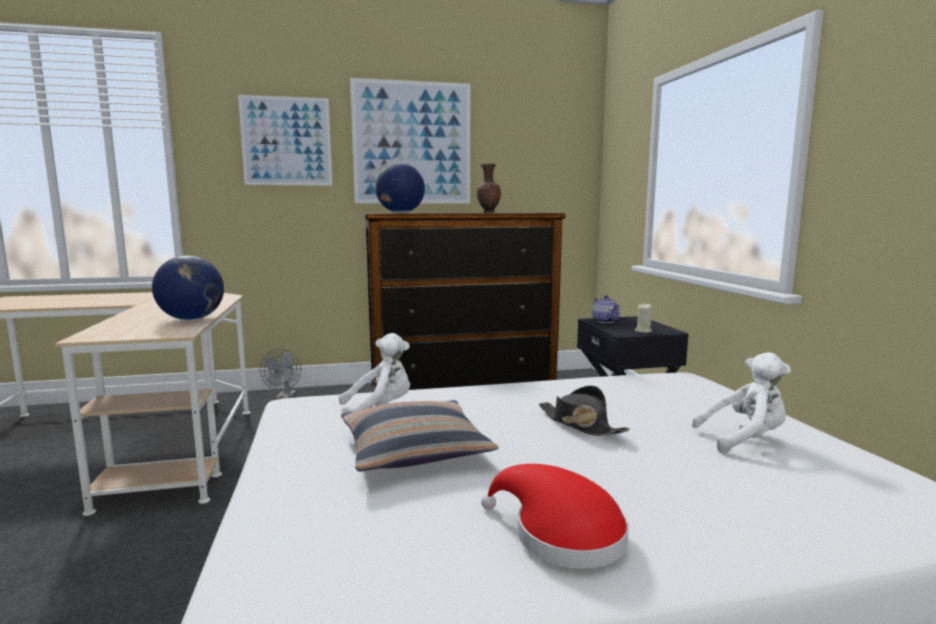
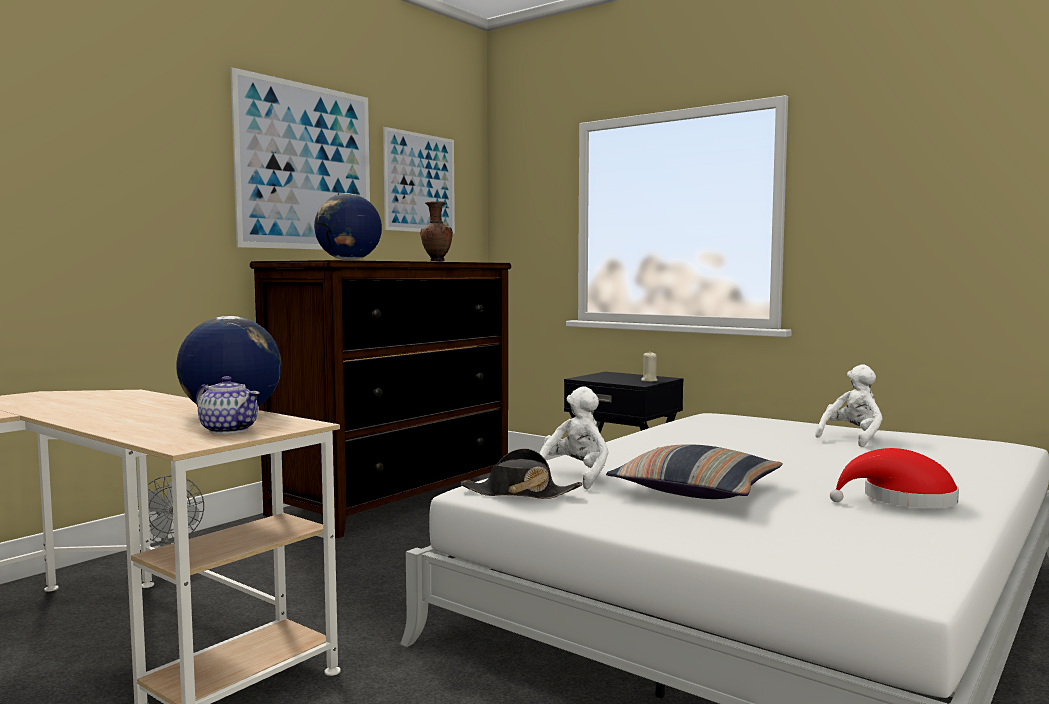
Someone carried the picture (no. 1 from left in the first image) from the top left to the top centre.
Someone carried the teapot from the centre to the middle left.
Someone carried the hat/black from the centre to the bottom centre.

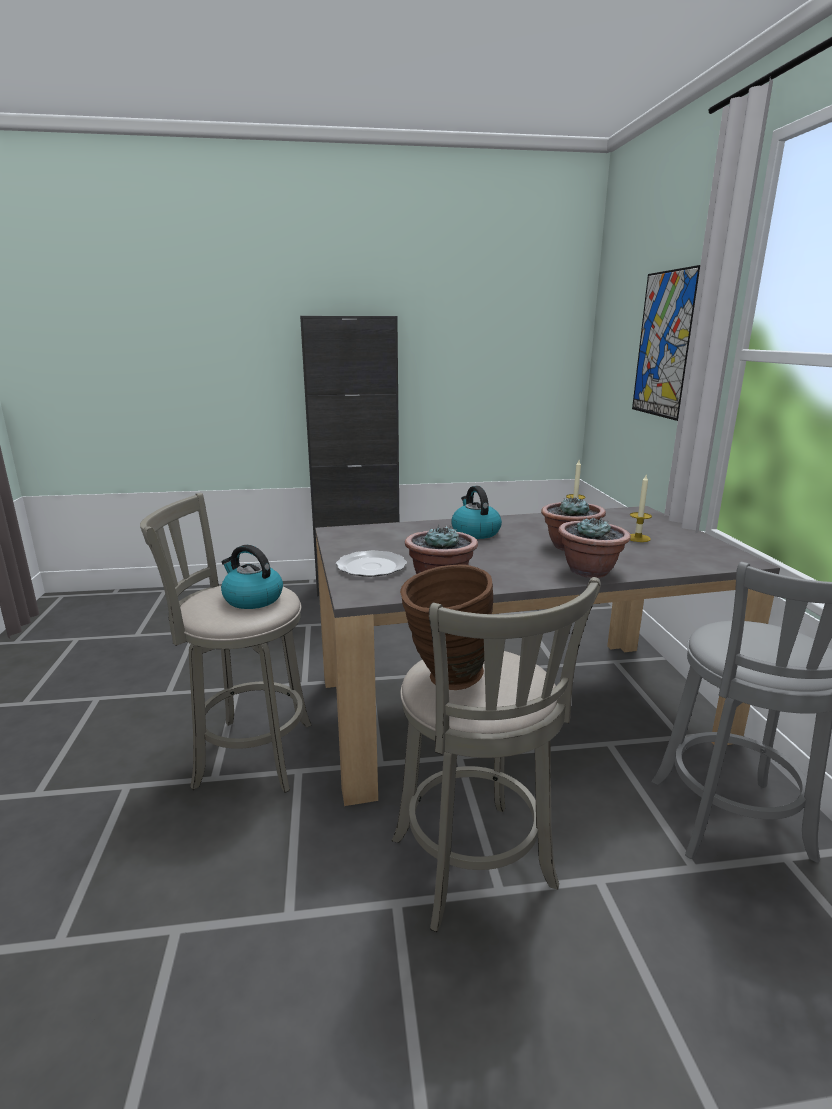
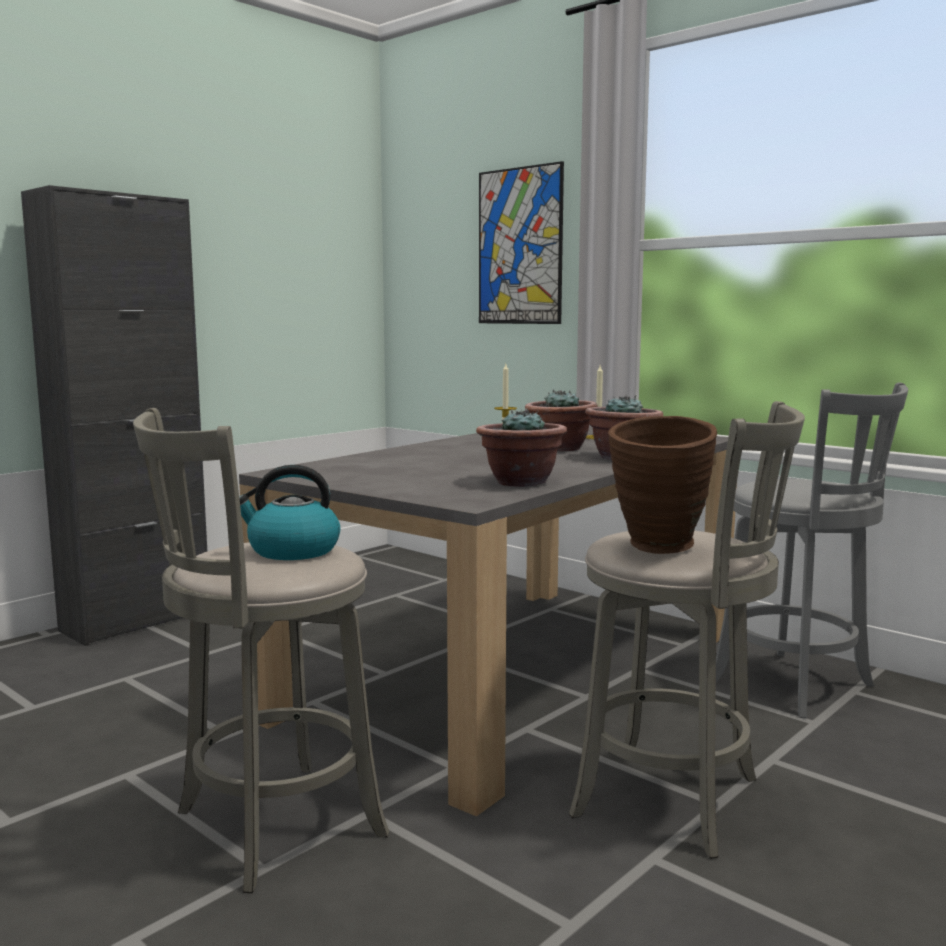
Someone took away the kettle (no. 2 from left) at the centre.
Someone took away the plate at the centre.

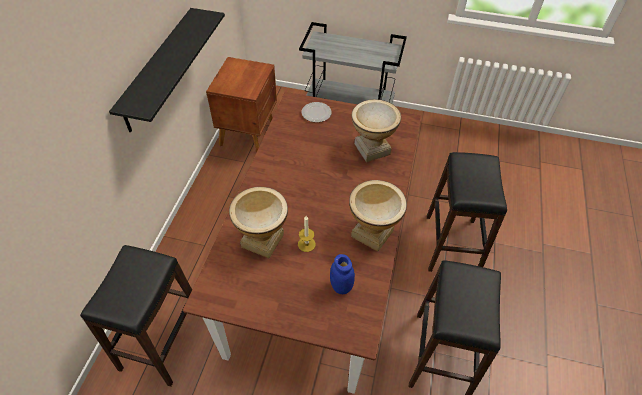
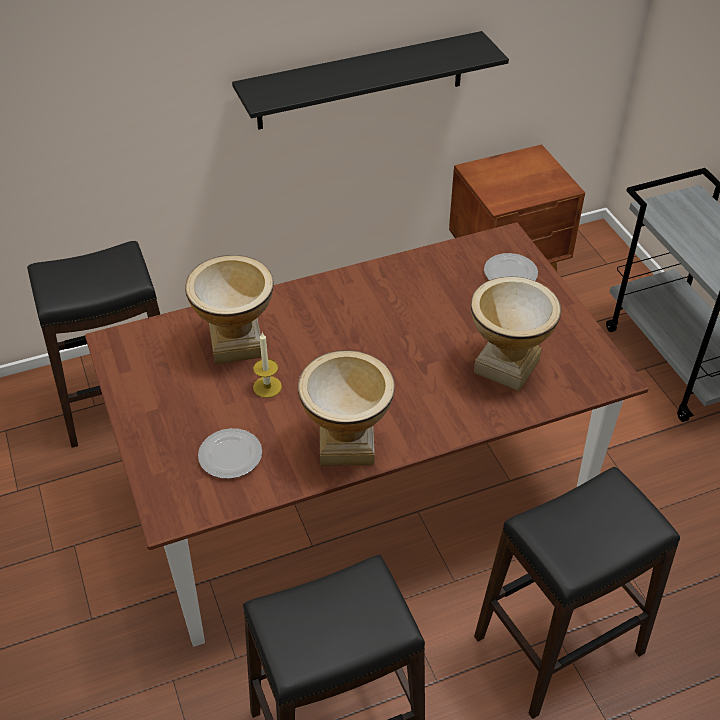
Someone swapped the jar/blue at the bottom centre for the plate (no. 1 from left) at the middle left.

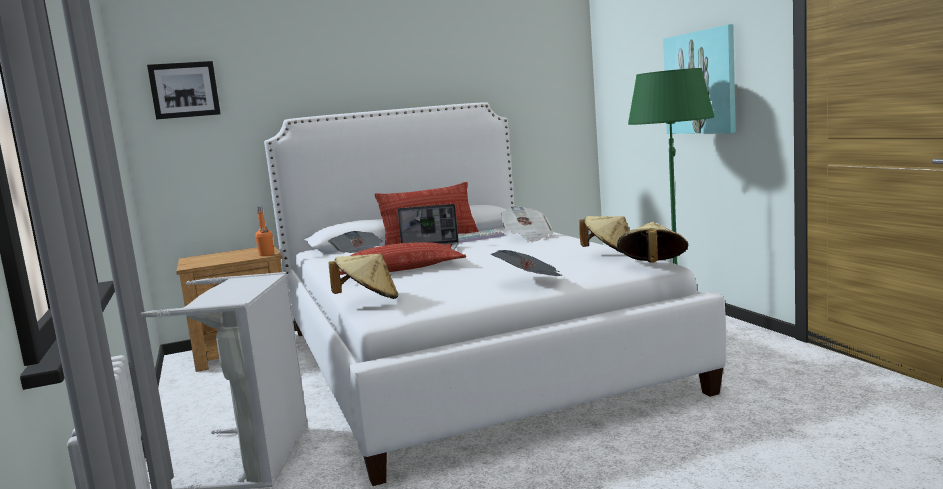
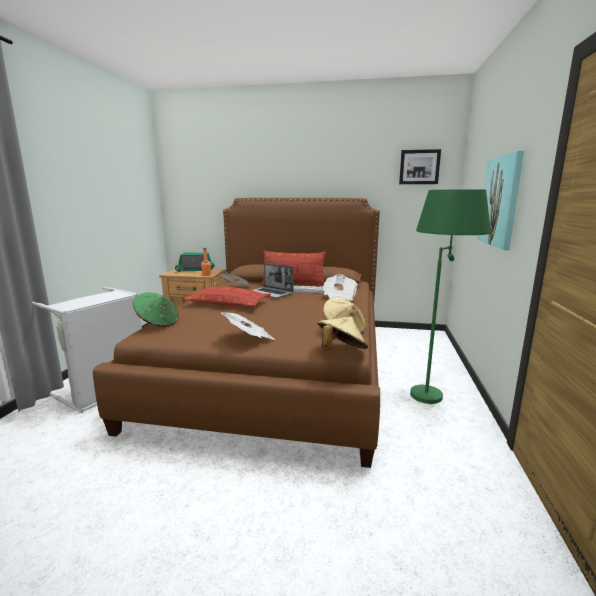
Someone carried the picture (no. 1 from left) from the top left to the top right.
Someone repainted the bed/white at the centre, which became the bed/brown at the centre.
Someone repainted the hat/beige (no. 1 from left) at the centre, which became the hat/green at the middle left.
Someone put down the radio at the middle left.

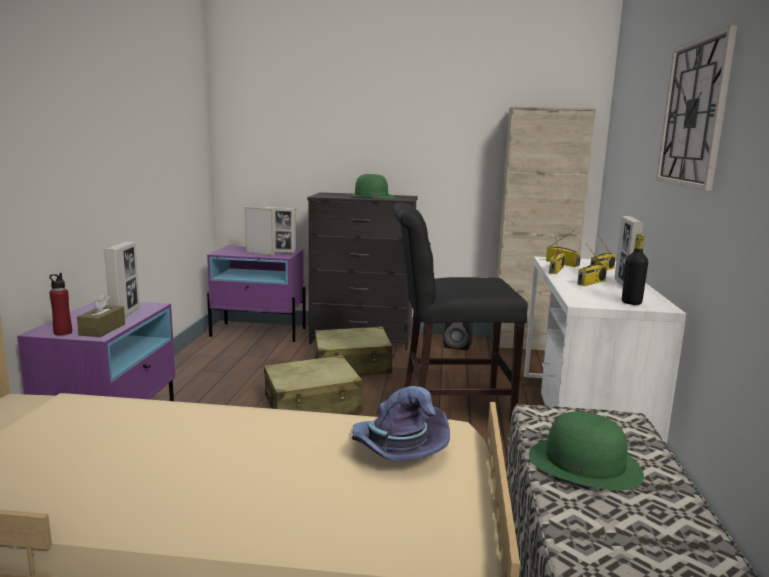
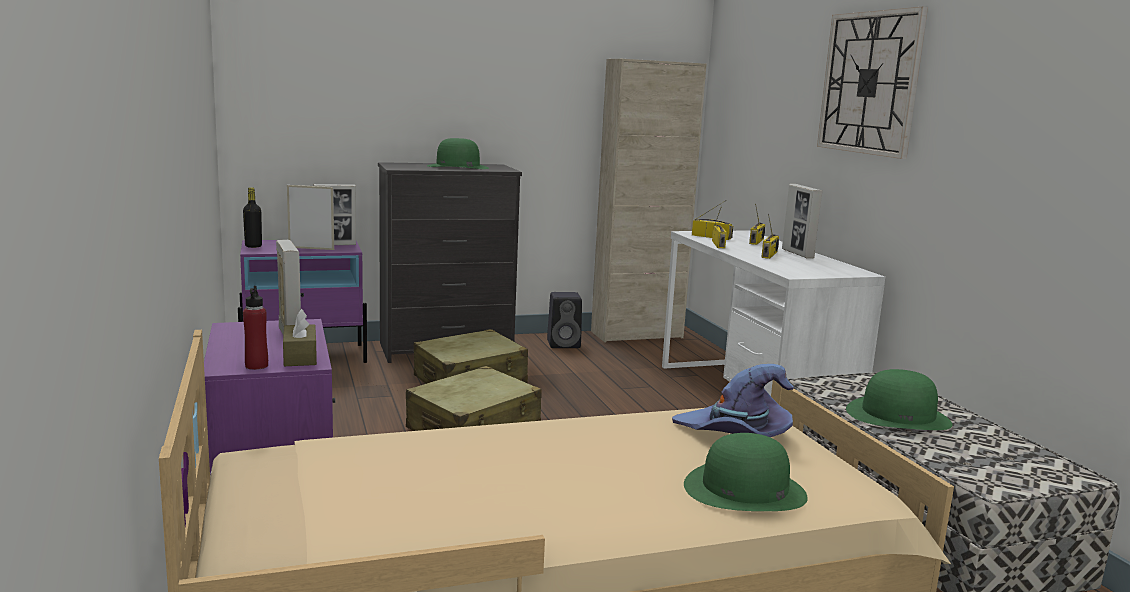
Someone took away the chair/black at the centre.
Someone carried the bottle/black from the middle right to the middle left.
Someone put down the hat/green (no. 2 from left) at the bottom centre.

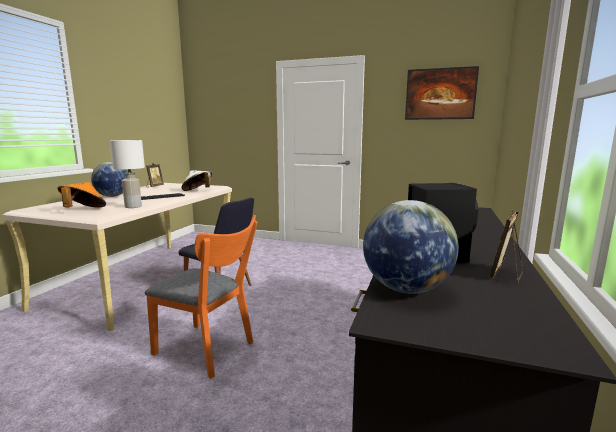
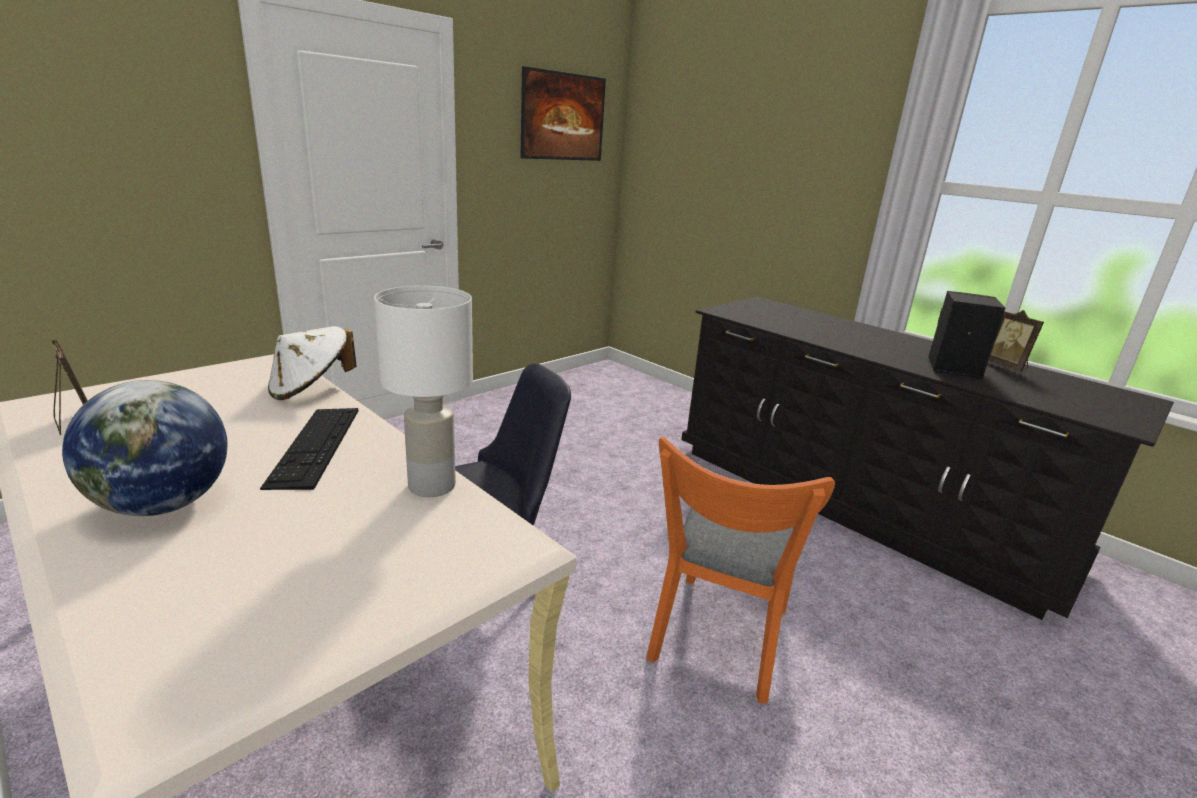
Someone took away the hat/orange at the middle left.
Someone took away the globe (no. 2 from left) at the middle right.
Someone rotated the chair/orange at the bottom left by 150 degrees clockwise.

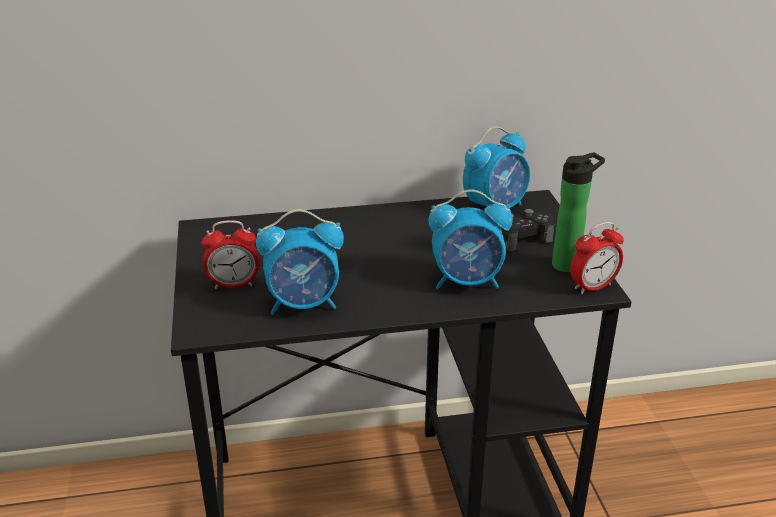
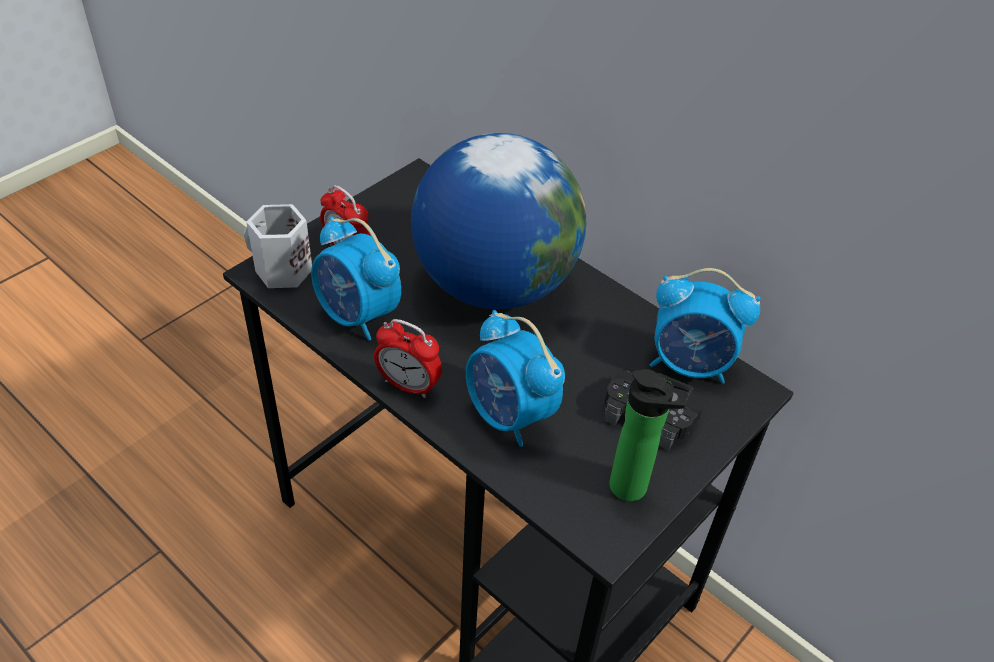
Someone carried the alarm clock (no. 5 from left in the first image) from the middle right to the centre.
Someone put down the globe at the centre.
Someone put down the mug/white at the middle left.

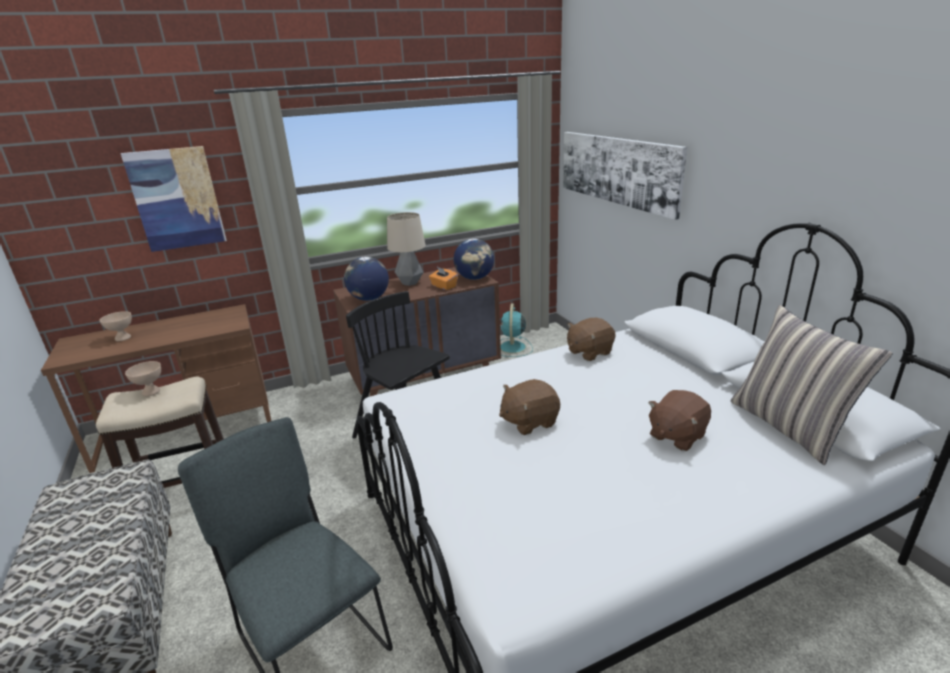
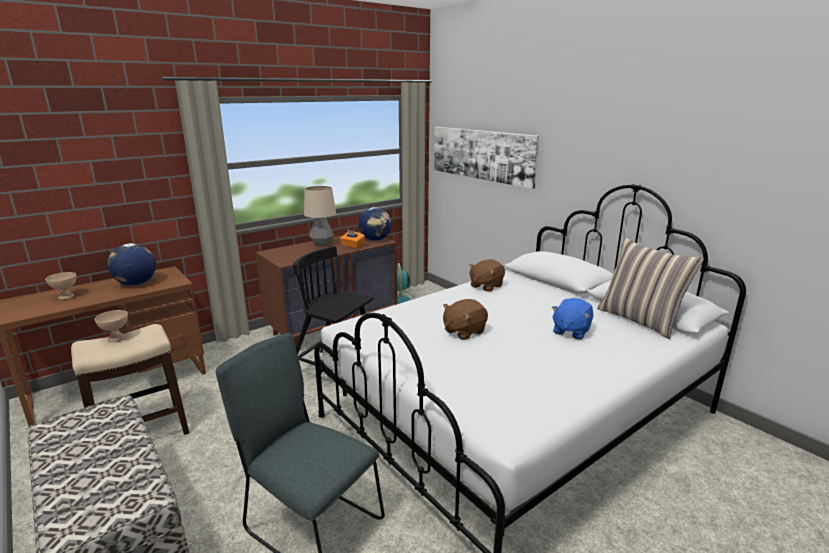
Someone took away the picture (no. 1 from left) at the top left.
Someone carried the globe (no. 1 from left) from the centre to the middle left.
Someone repainted the plush toy/brown (no. 3 from left) at the middle right, which became the plush toy/blue at the middle right.

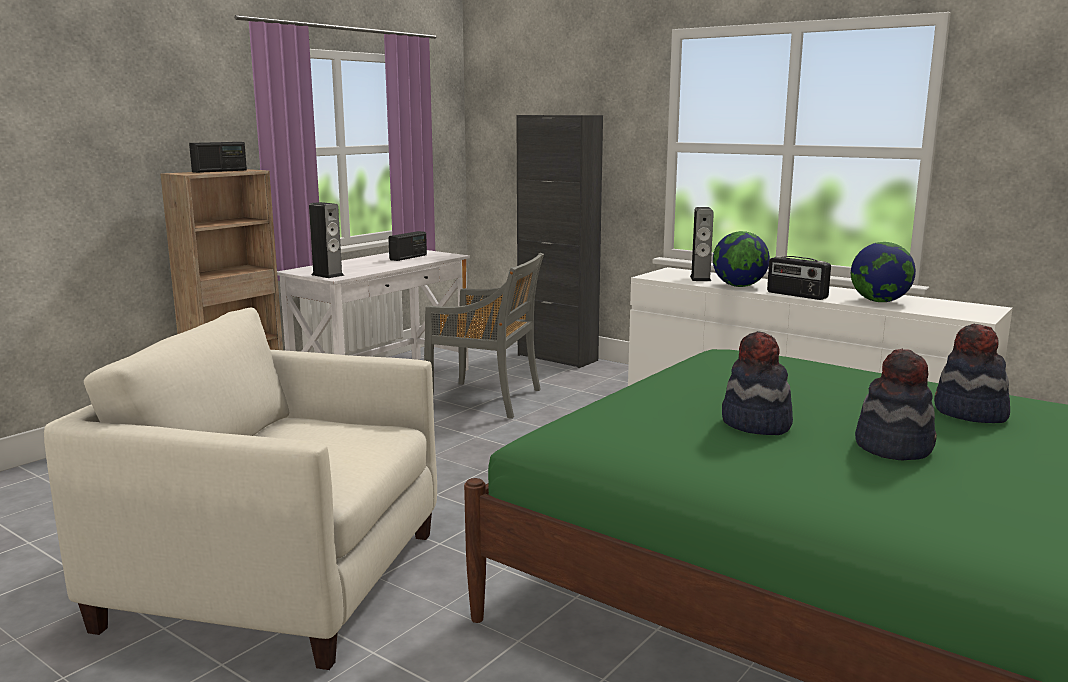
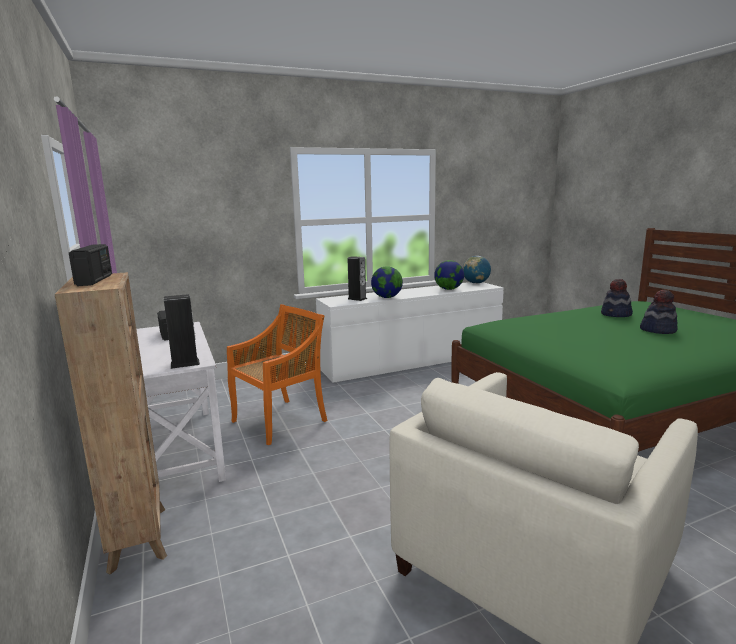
Someone took away the cabinet/black at the centre.
Someone repainted the chair/grey at the centre, which became the chair/orange at the centre.
Someone took away the radio (no. 3 from left) at the middle right.
Someone took away the hat (no. 1 from left) at the middle right.
Someone put down the globe (no. 3 from left) at the centre.

